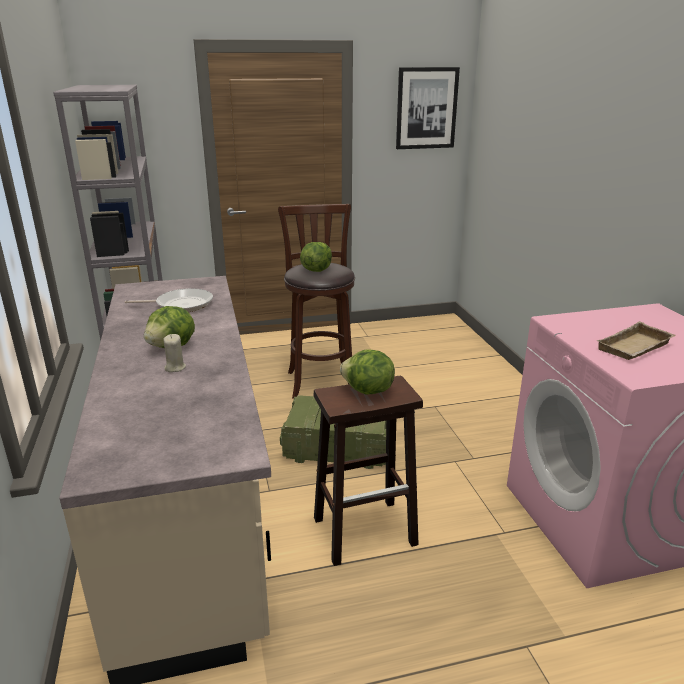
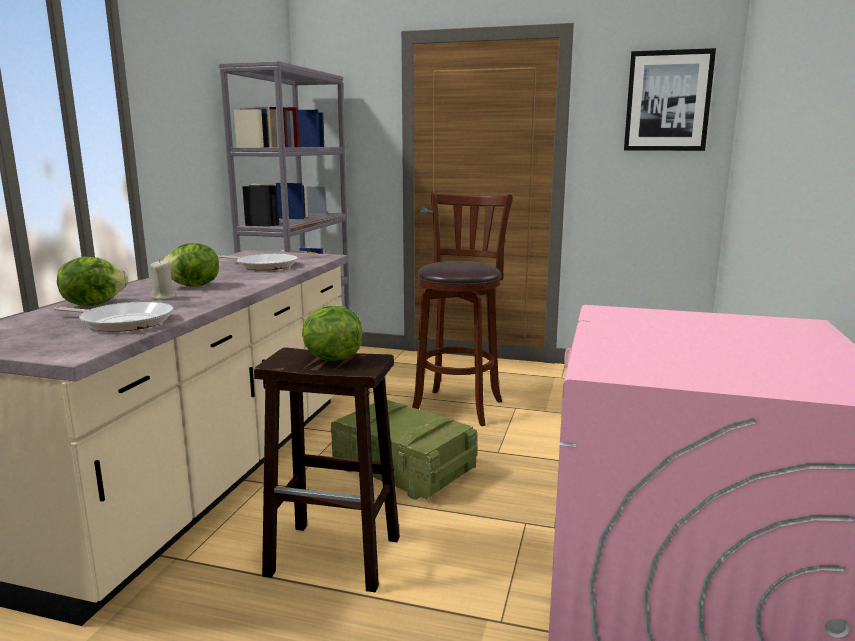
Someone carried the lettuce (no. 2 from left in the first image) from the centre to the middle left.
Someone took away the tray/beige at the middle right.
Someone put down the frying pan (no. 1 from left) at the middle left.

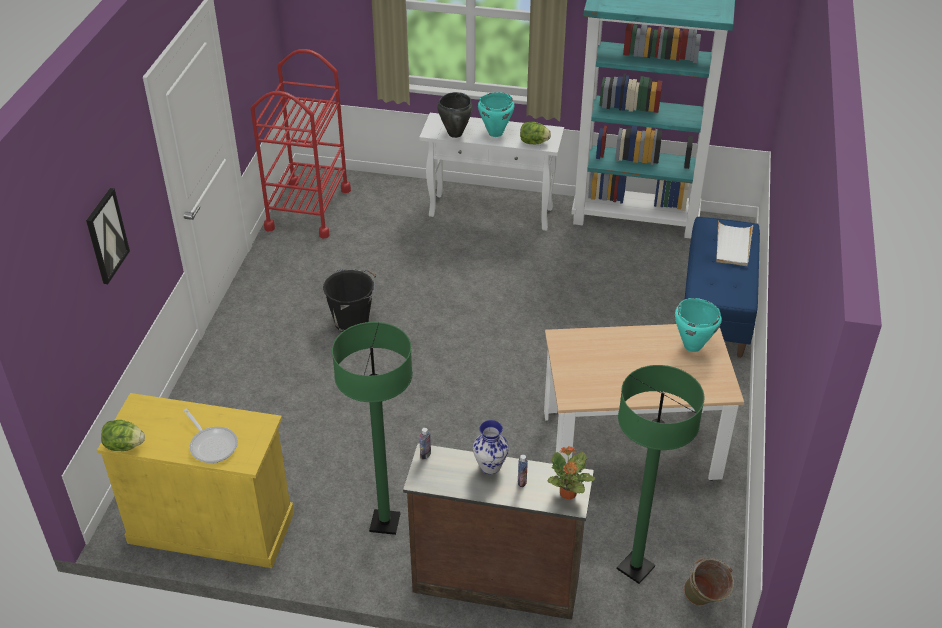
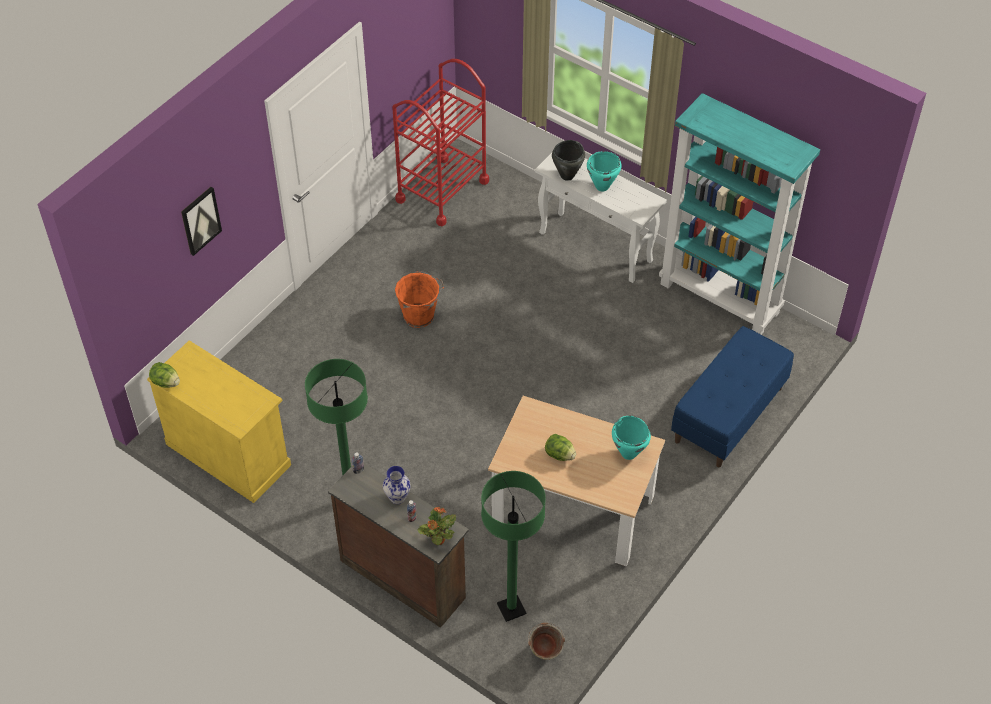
Someone carried the lettuce (no. 2 from left) from the top centre to the centre.
Someone took away the tray/white at the middle right.
Someone repainted the bucket/black at the centre, which became the bucket/orange at the centre.
Someone took away the frying pan at the bottom left.

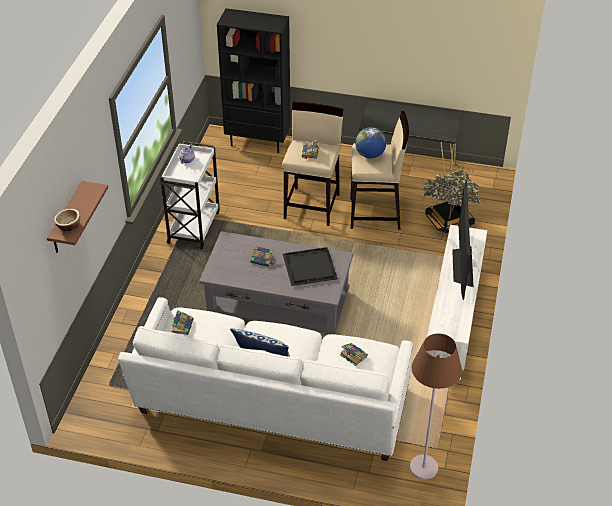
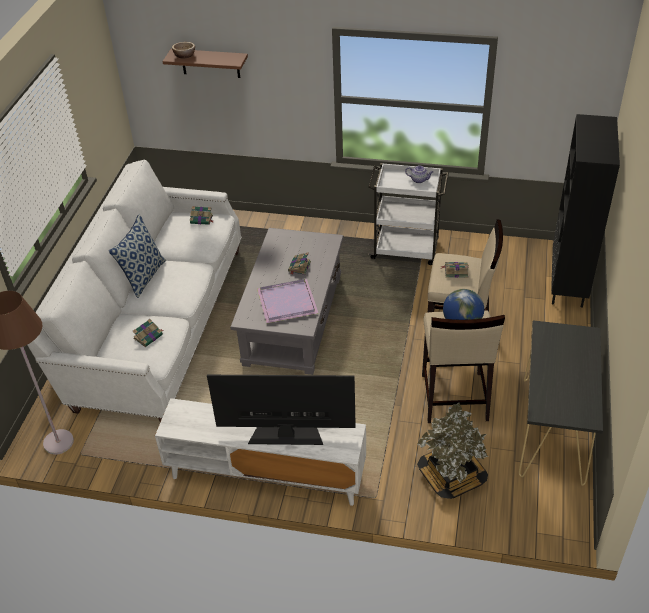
Someone repainted the tray/black at the centre, which became the tray/purple at the centre.

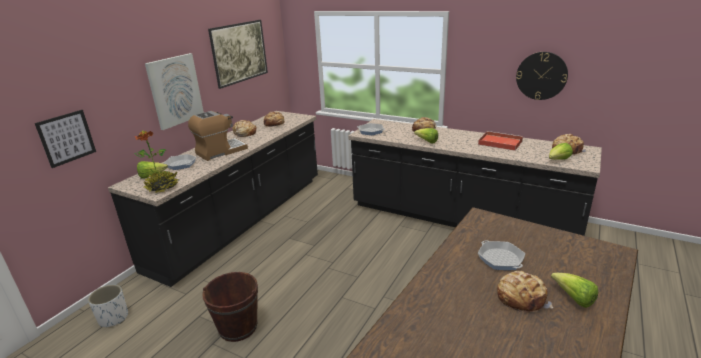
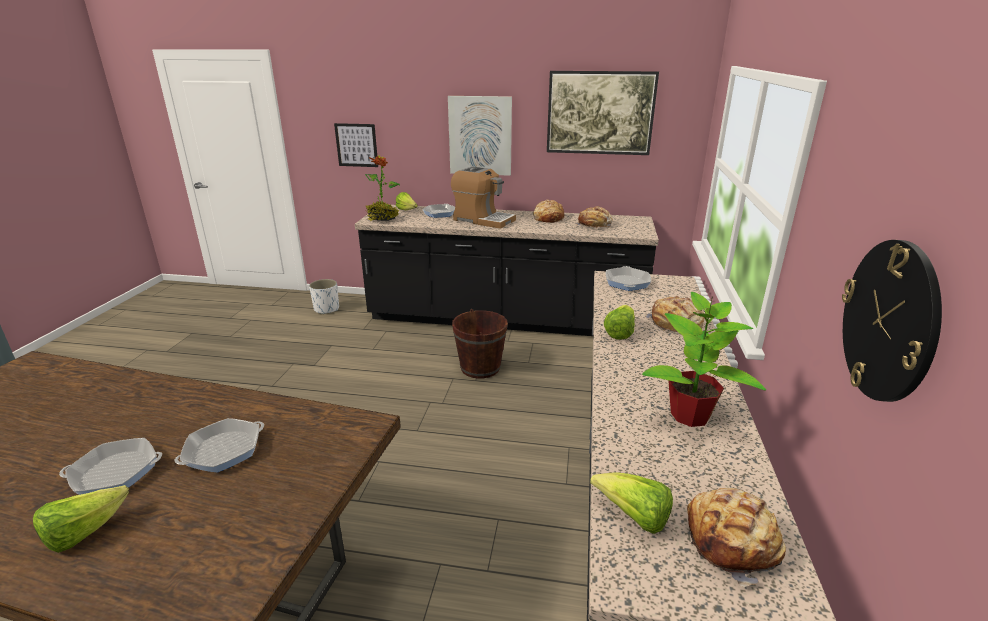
Someone swapped the tray/red at the middle right for the potted plant (no. 2 from left) at the middle right.
Someone swapped the bread (no. 4 from left) at the bottom right for the frying pan (no. 1 from left) at the bottom left.
Someone carried the bucket/brown from the bottom left to the centre.

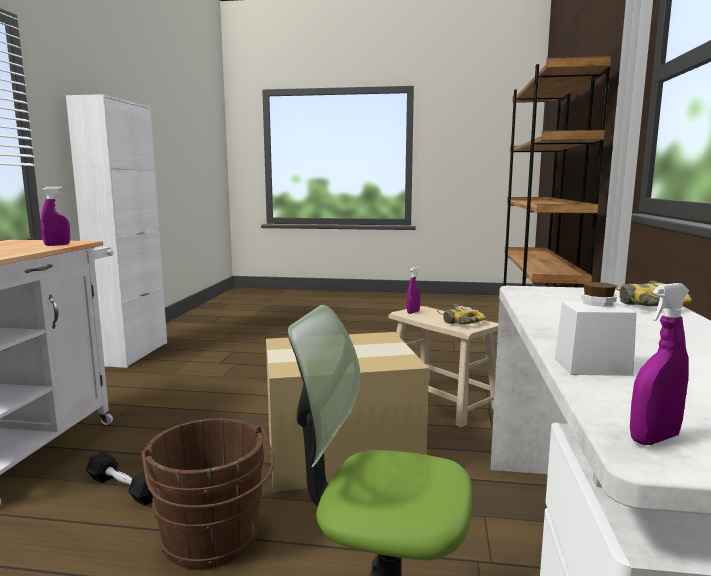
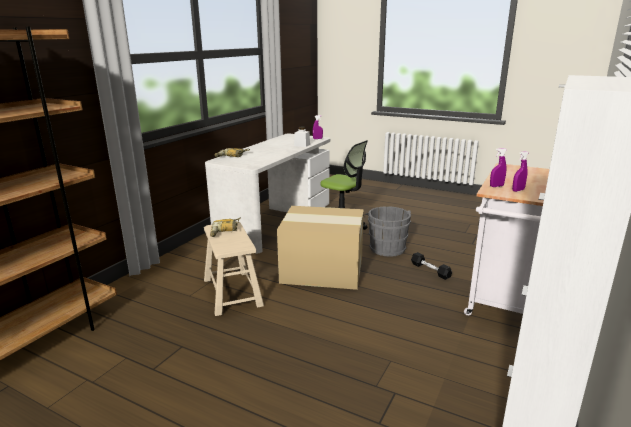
Someone carried the spray bottle/purple (no. 2 from left in the first image) from the centre to the middle right.
Someone repainted the bucket/brown at the bottom left, which became the bucket/grey at the centre.

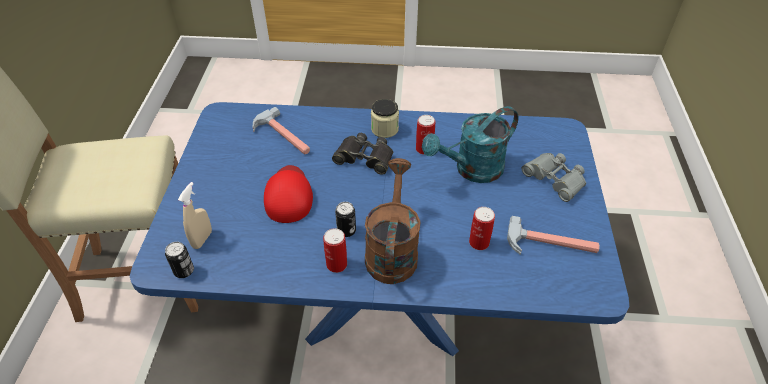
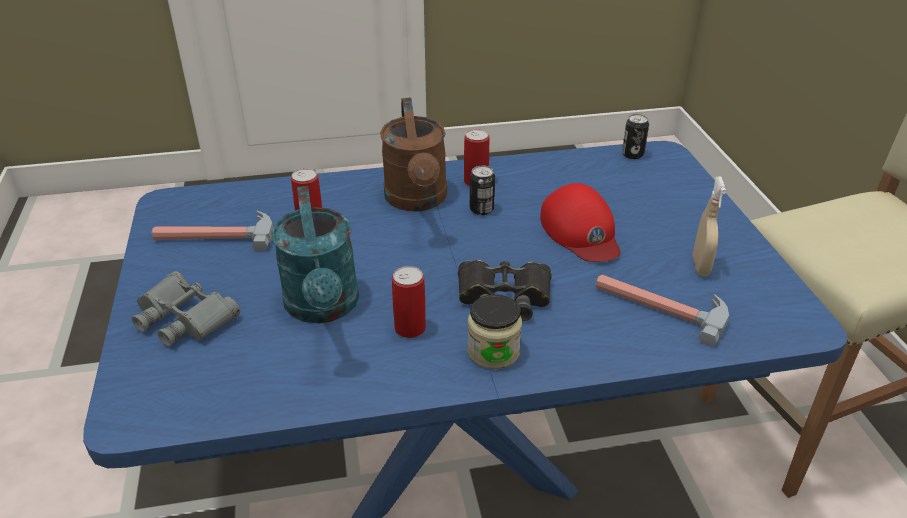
Someone rotated the watering can/turquoise at the centre by 120 degrees clockwise.
Someone carried the spray bottle/beige from the middle left to the middle right.

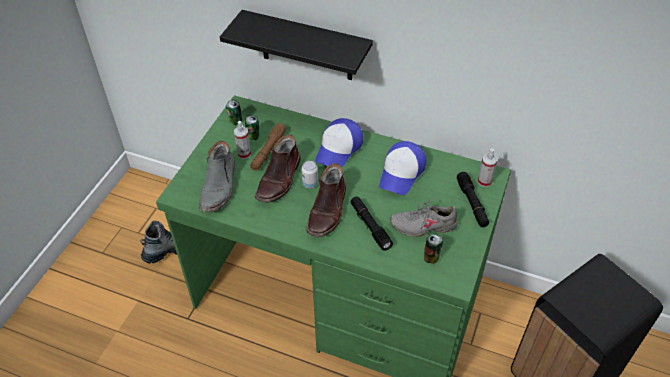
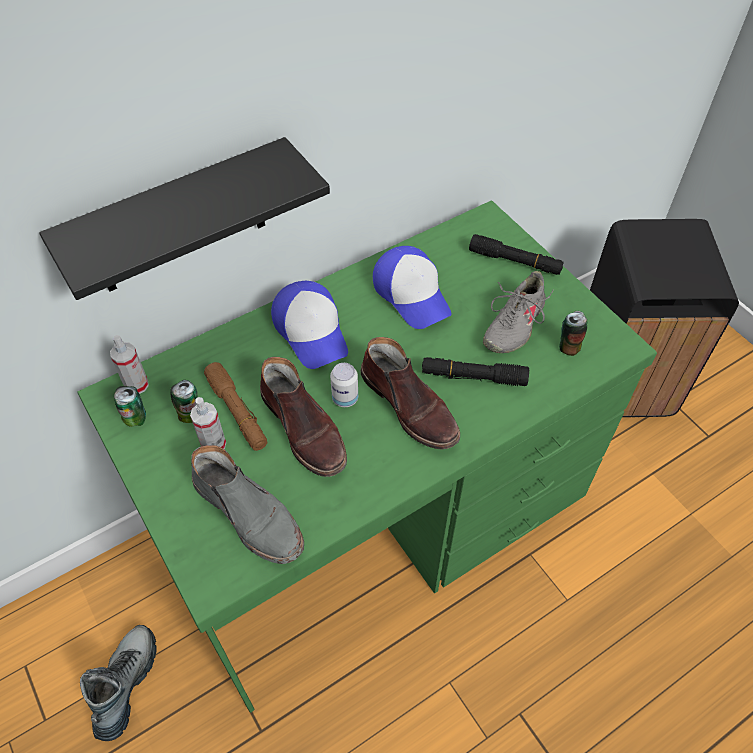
Someone carried the spray bottle (no. 2 from left in the first image) from the middle right to the middle left.

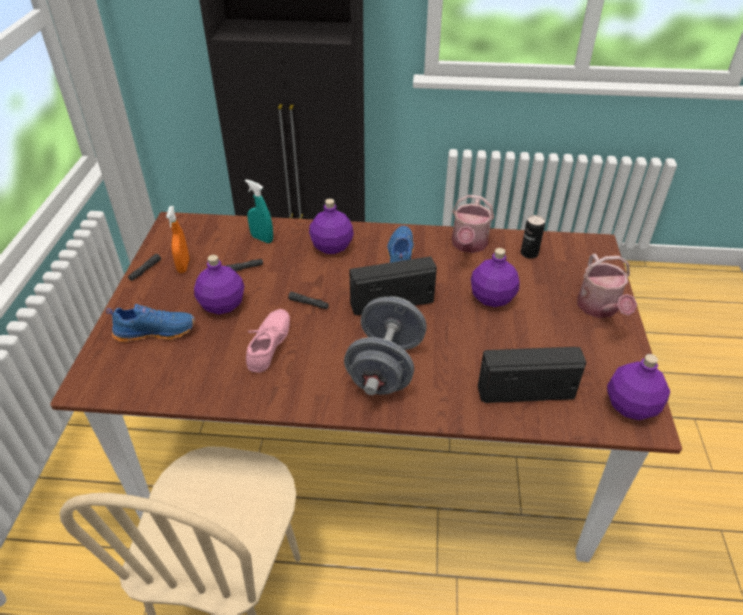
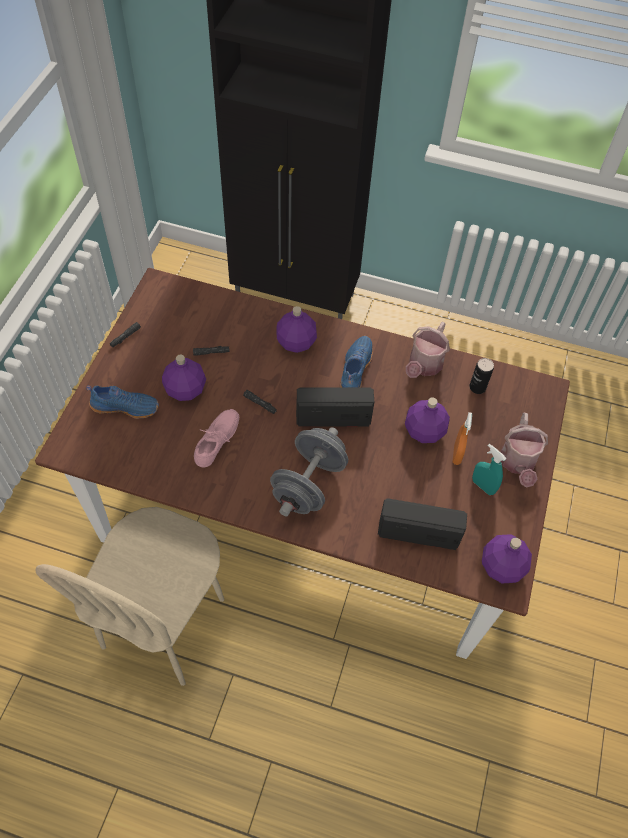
Someone carried the spray bottle/turquoise from the centre to the middle right.
Someone carried the spray bottle/orange from the middle left to the middle right.

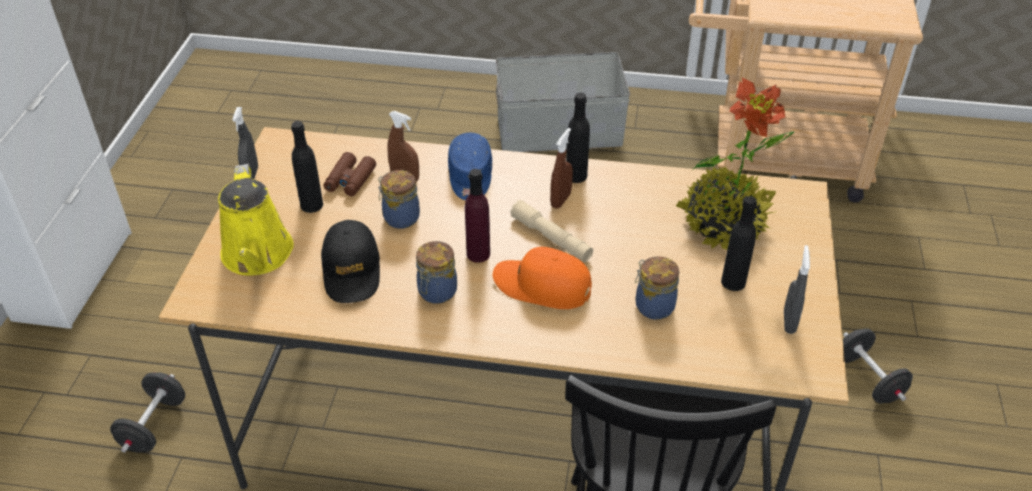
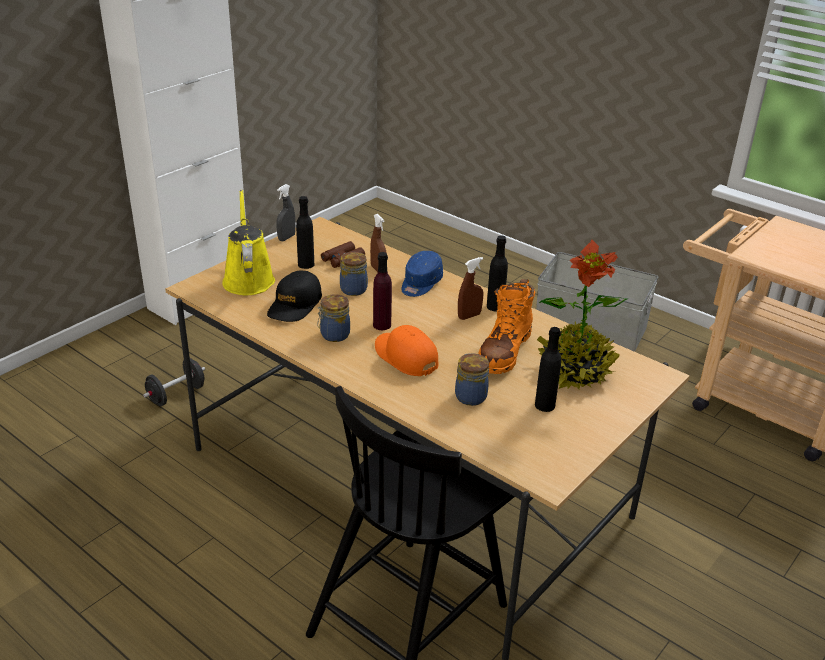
Someone rotated the watering can/yellow at the middle left by 150 degrees clockwise.
Someone took away the flashlight/beige at the centre.
Someone took away the spray bottle/grey (no. 2 from left) at the middle right.
Someone took away the dumbbell/black (no. 2 from left) at the bottom right.
Someone put down the boot/orange at the centre.

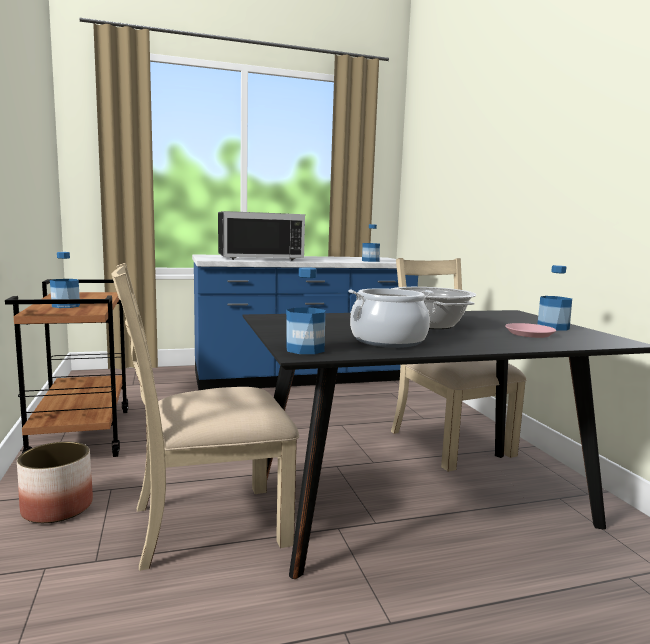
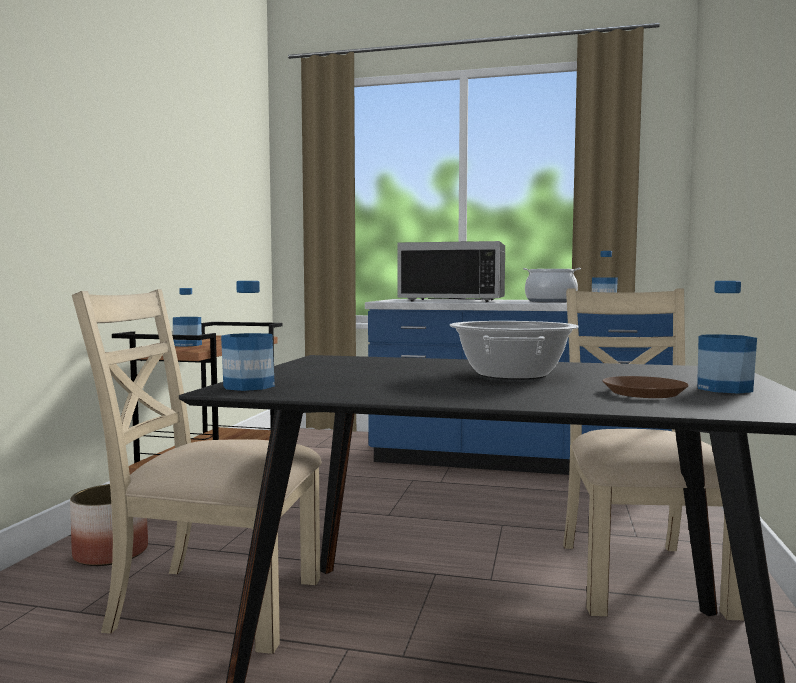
Someone carried the cooking pot (no. 1 from left in the first image) from the centre to the middle right.
Someone repainted the plate/pink at the middle right, which became the plate/brown at the middle right.

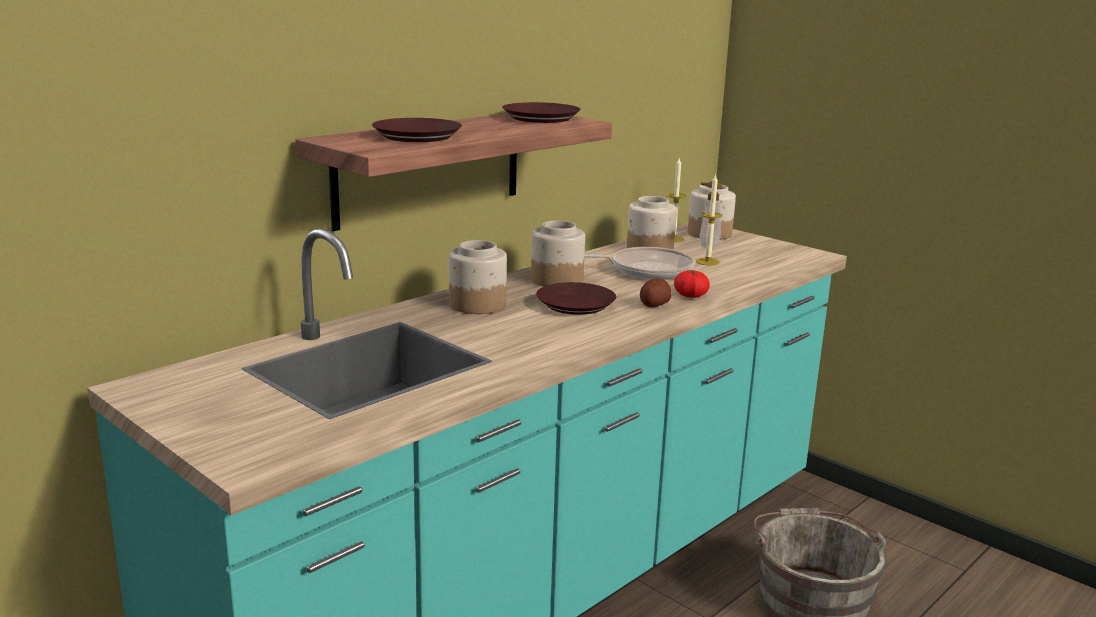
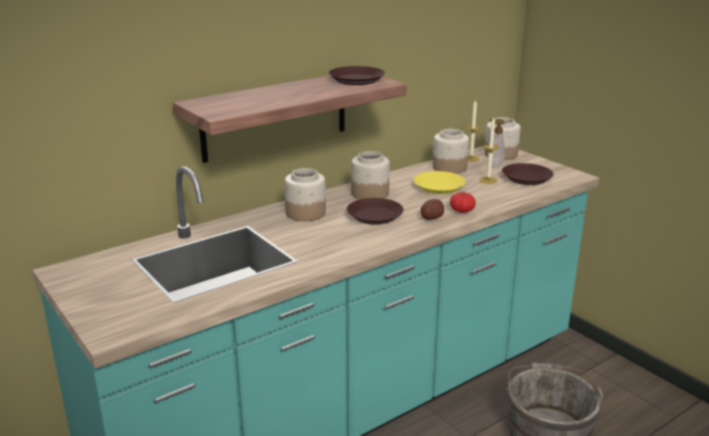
Someone carried the plate/brown (no. 1 from left in the first image) from the top centre to the middle right.
Someone swapped the frying pan at the centre for the plate/yellow at the centre.

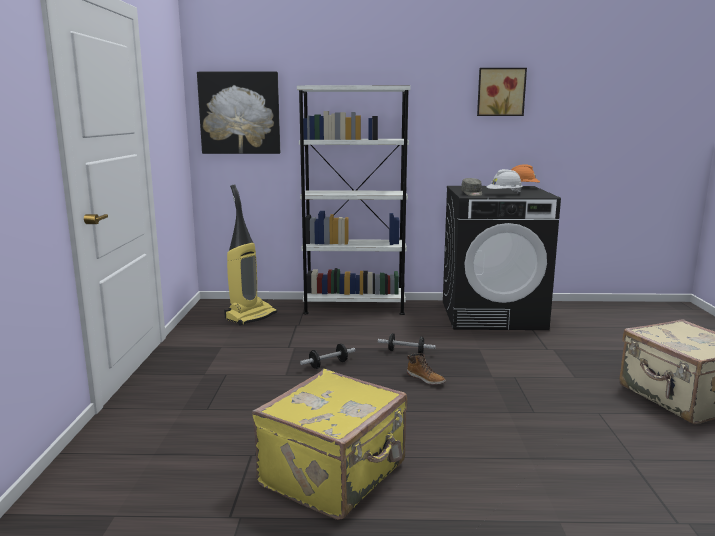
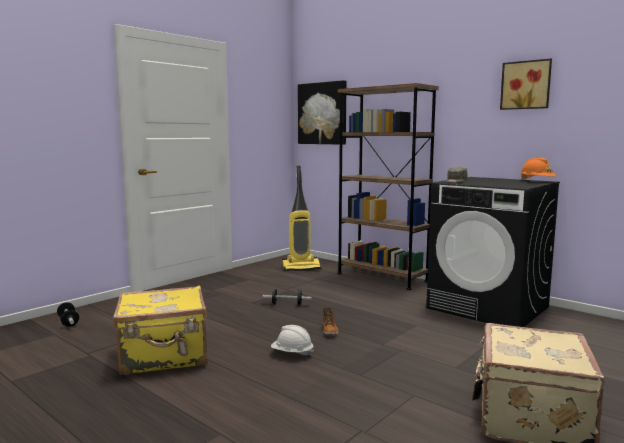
Someone repainted the bookcase/white at the centre, which became the bookcase/brown at the centre.
Someone carried the hard hat/white from the middle right to the bottom centre.
Someone carried the dumbbell (no. 2 from left in the first image) from the centre to the bottom left.

